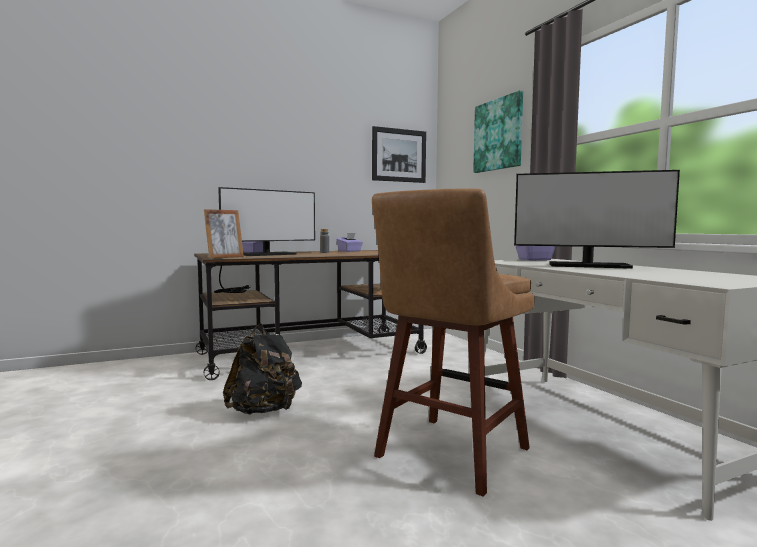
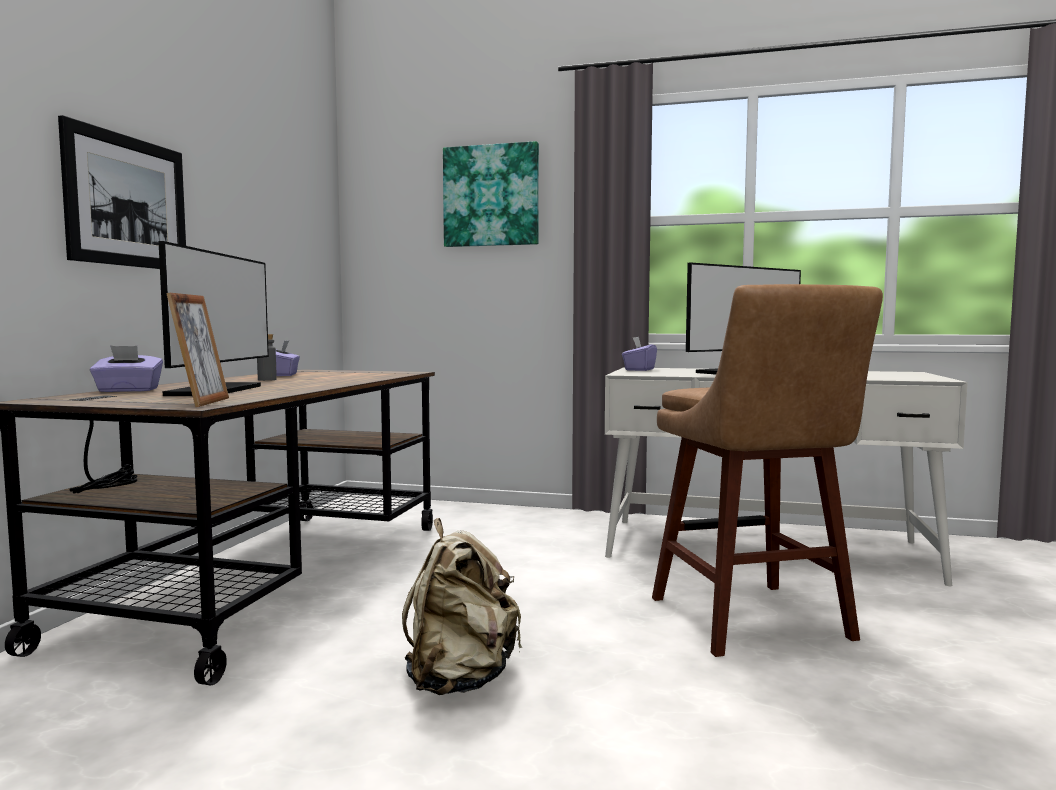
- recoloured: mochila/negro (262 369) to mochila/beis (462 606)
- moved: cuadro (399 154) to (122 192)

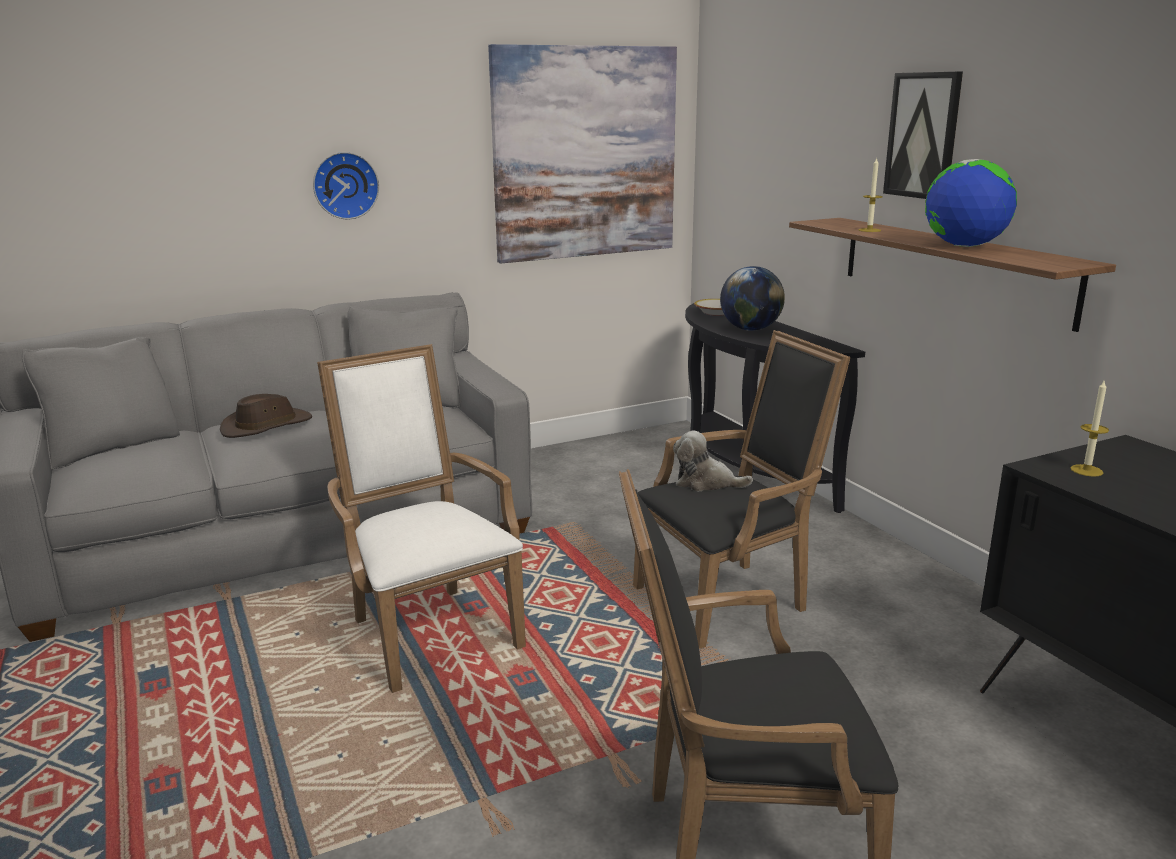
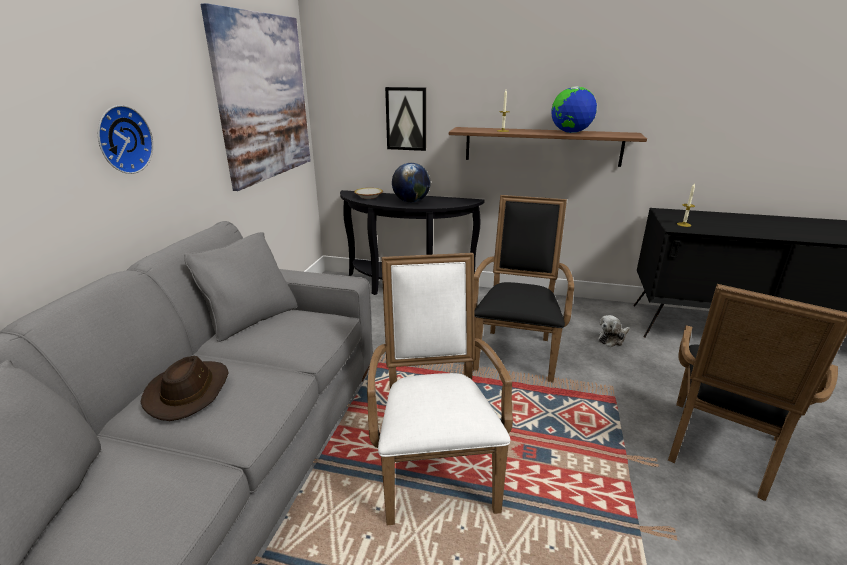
- turned: sillón/blanco (421 518) = (440 389) 75 degrees clockwise
- moved: peluche (713 460) to (614 331)
- moved: cuadro (923 135) to (405 119)

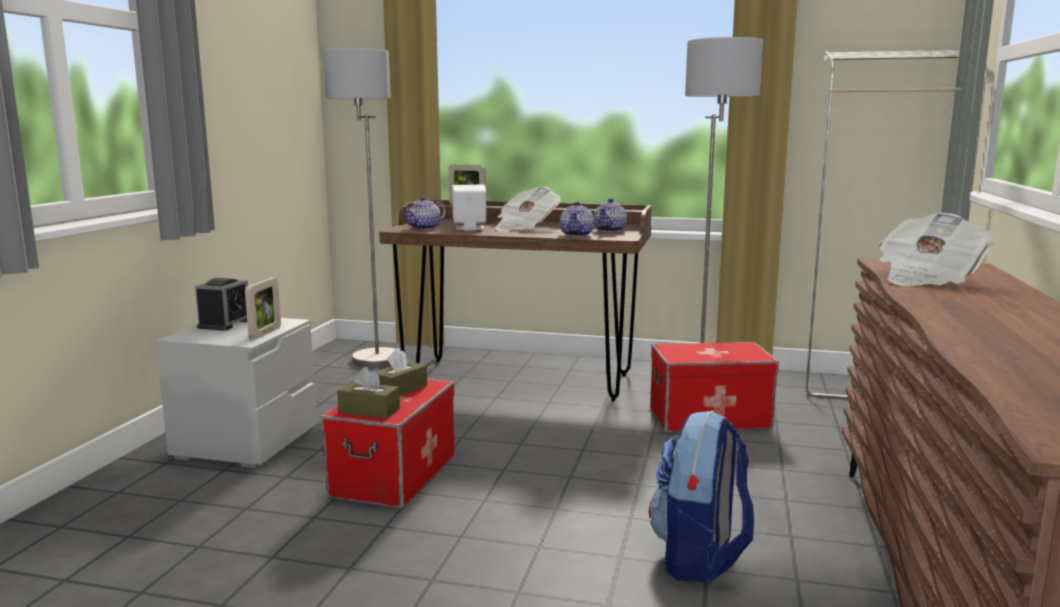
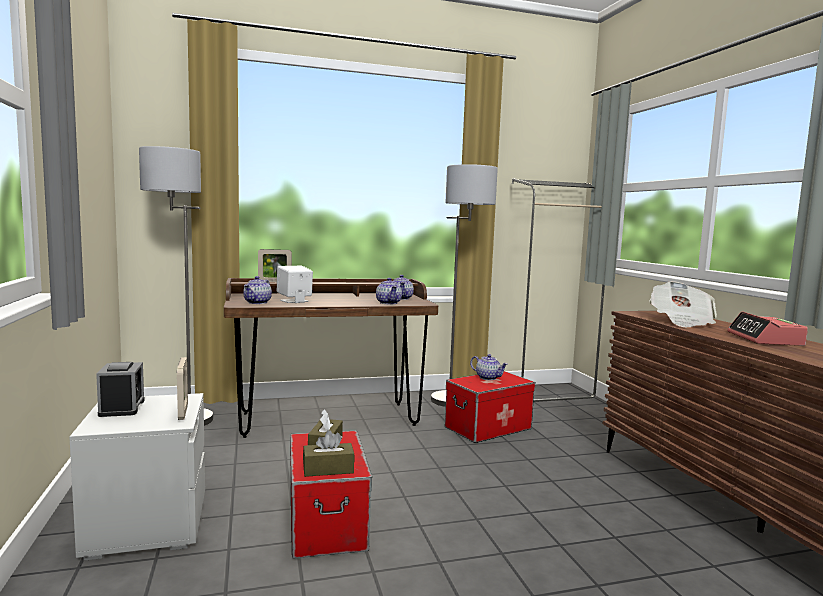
- removed: periódico (528 209)
- removed: mochila (701 496)
- added: tetera (489 367)
- added: despertador (767 328)

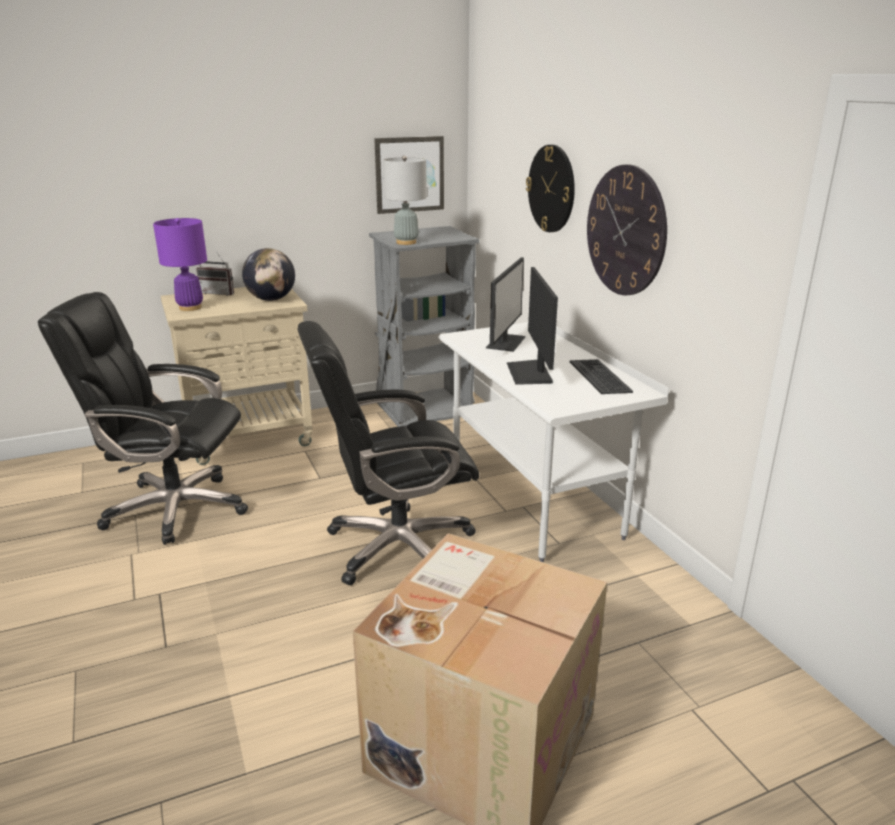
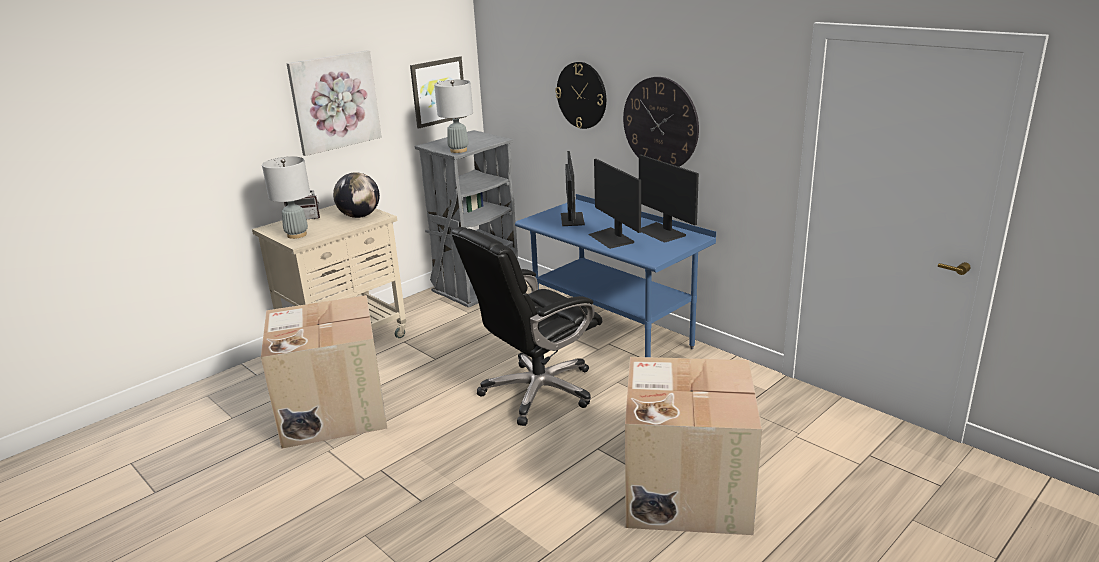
- replaced: silla de oficina/negro (143 418) to caja de cartón (324 372)
- recoloured: lámpara de mesa/morado (180 264) to lámpara de mesa/gris (286 197)
- recoloured: escritorio/blanco (553 442) to escritorio/azul (615 275)
- replaced: teclado (601 376) to monitor (669 199)
- added: cuadro (334 103)

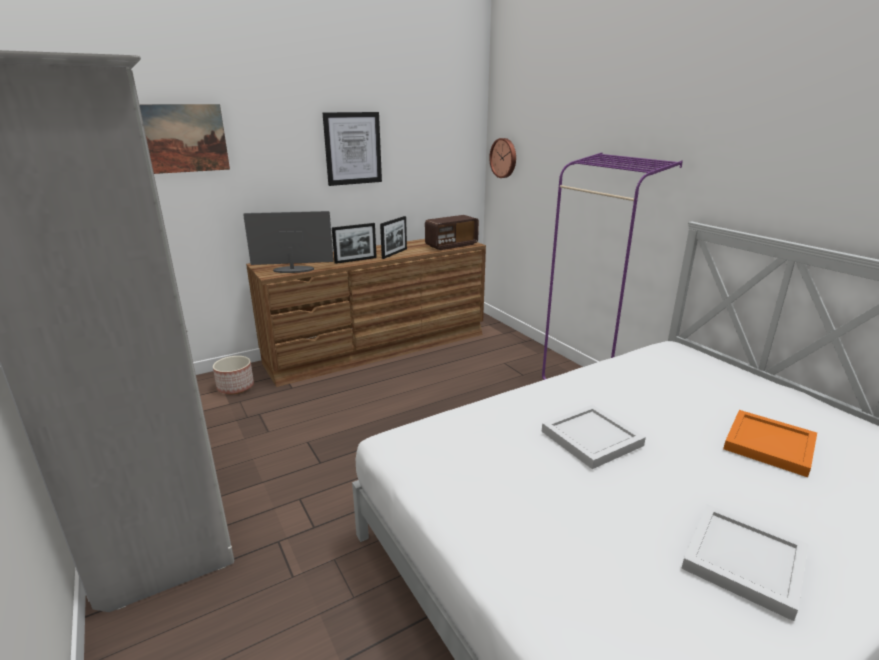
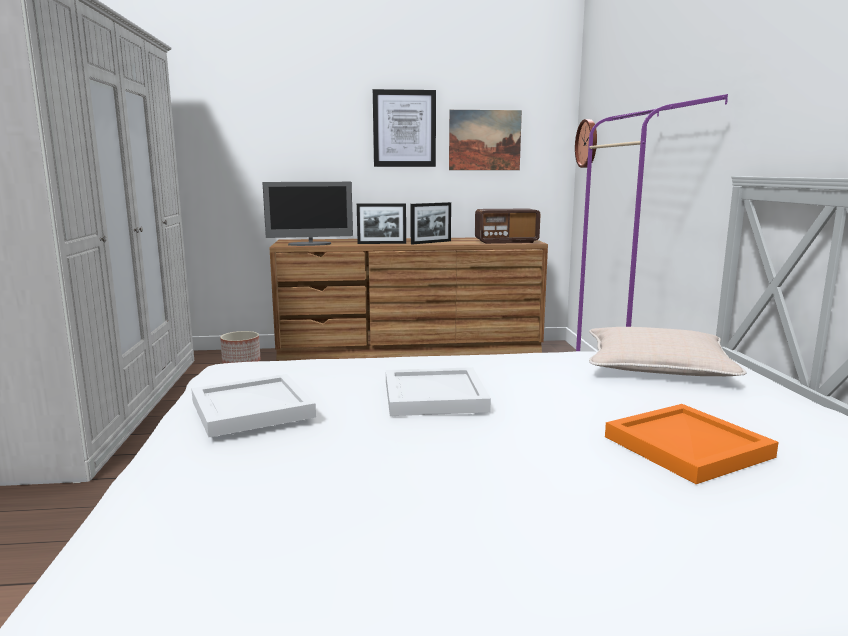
- moved: cuadro (184 139) to (485 140)
- turned: monitor (288 242) = (308 214) 150 degrees clockwise
- moved: bandeja/blanco (744 562) to (253 405)
- added: cojín/beis (668 351)

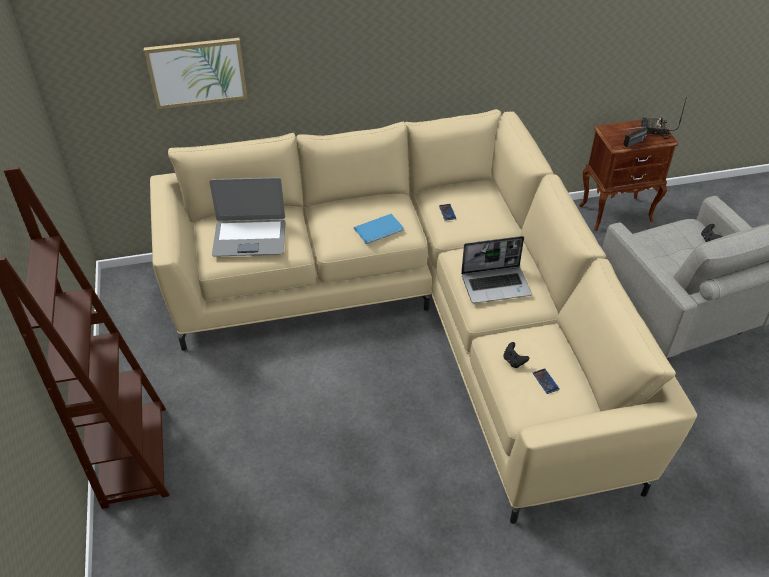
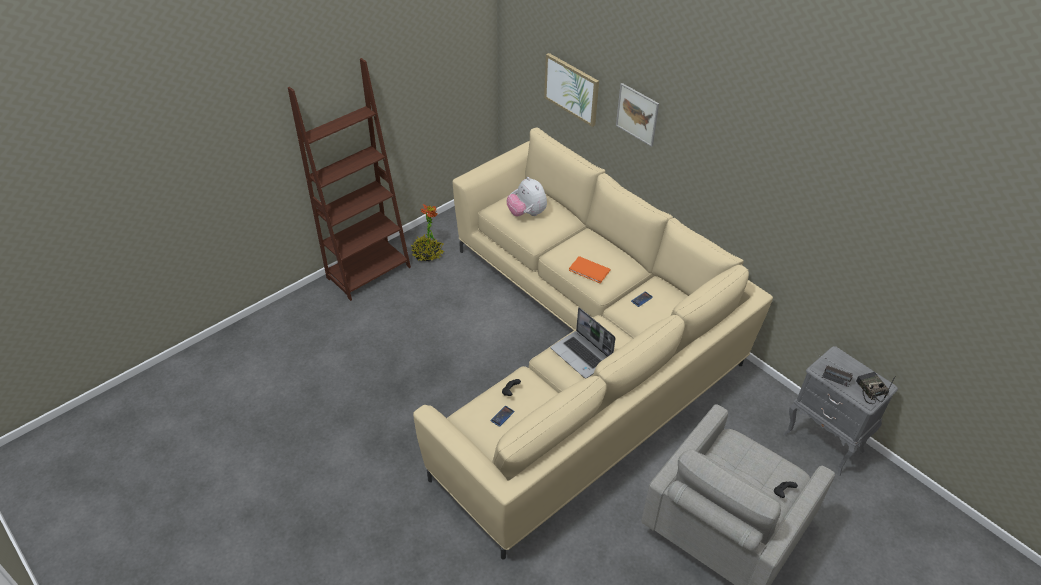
- replaced: portátil (247 217) to peluche (527 197)
- recoloured: libro/azul (379 229) to libro/naranja (590 269)
- recoloured: mesita de noche/marrón (628 174) to mesita de noche/gris (840 411)
- added: planta en maceta (428 232)
- added: cuadro (637 115)

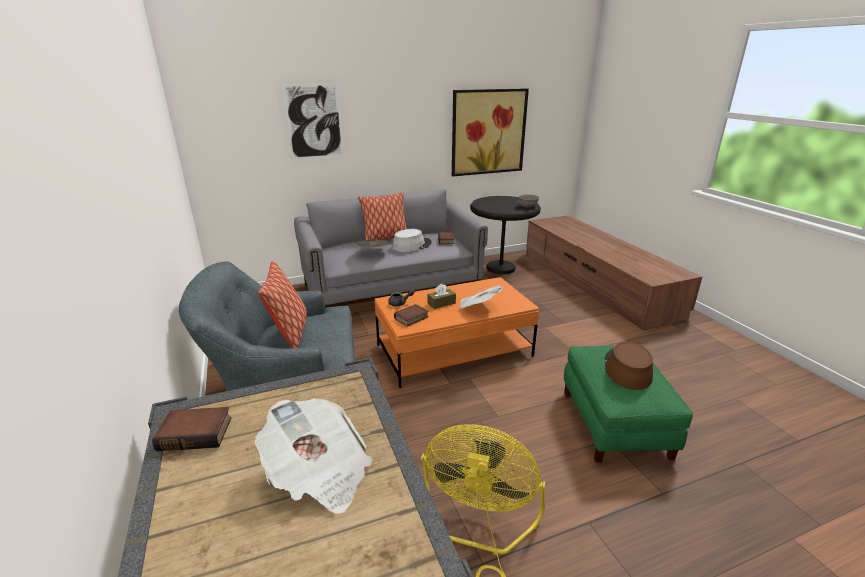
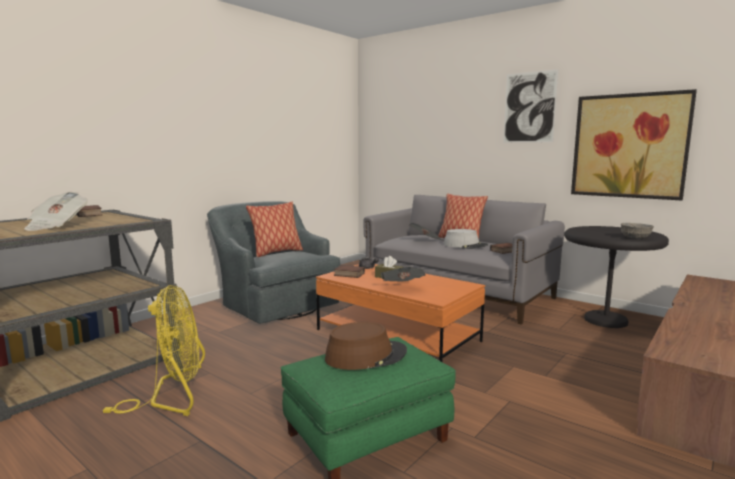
- moved: cuadro (312 121) to (530 106)

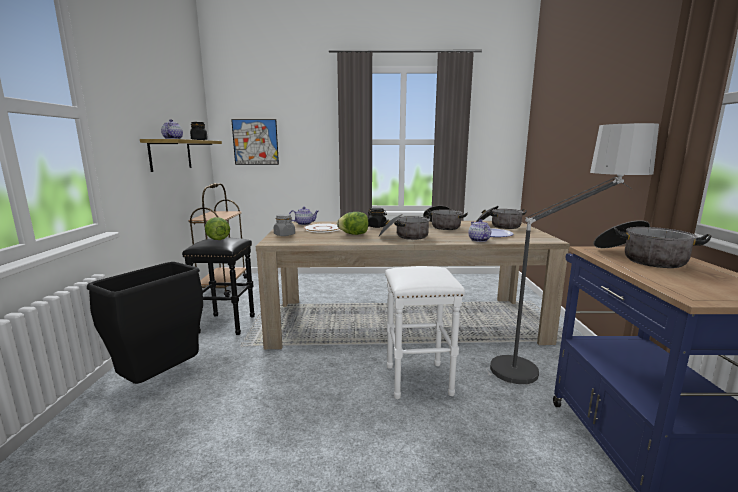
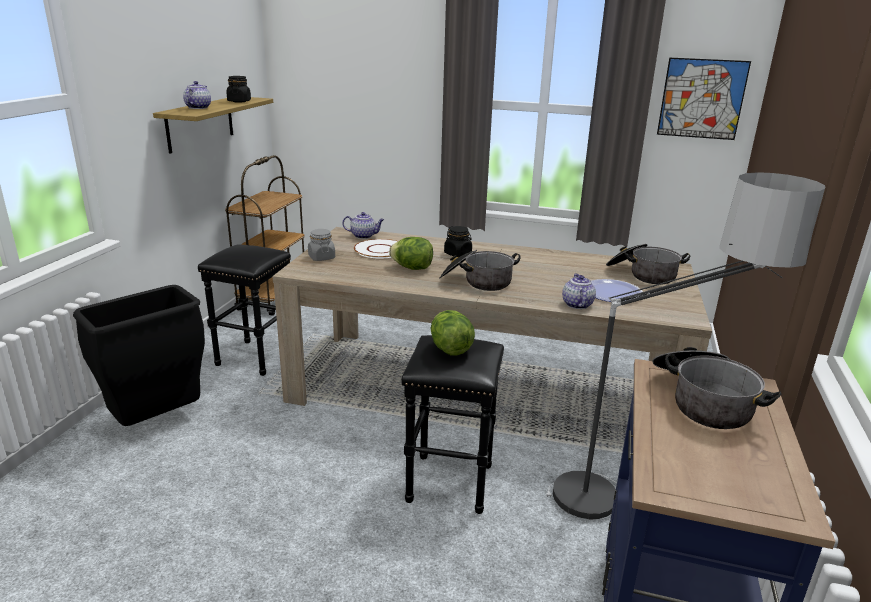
- moved: lechuga (217 228) to (452 333)
- moved: cuadro (255 142) to (704 99)
- recoloured: taburete/blanco (425 332) to taburete/negro (452 424)
- removed: olla (445 218)

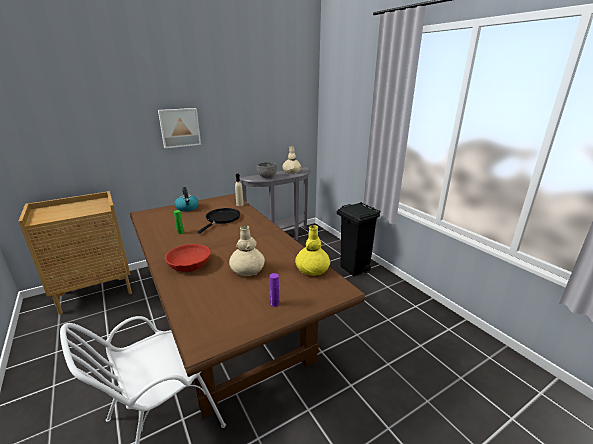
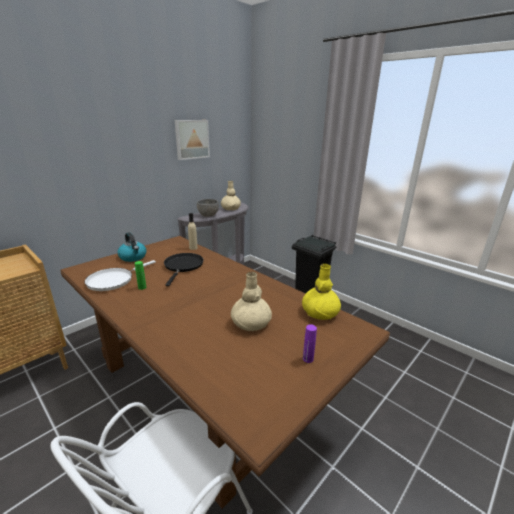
- moved: cuadro (179 128) to (192 140)
- removed: cuenco/rojo (188 258)
- added: sartén/blanco (120 275)

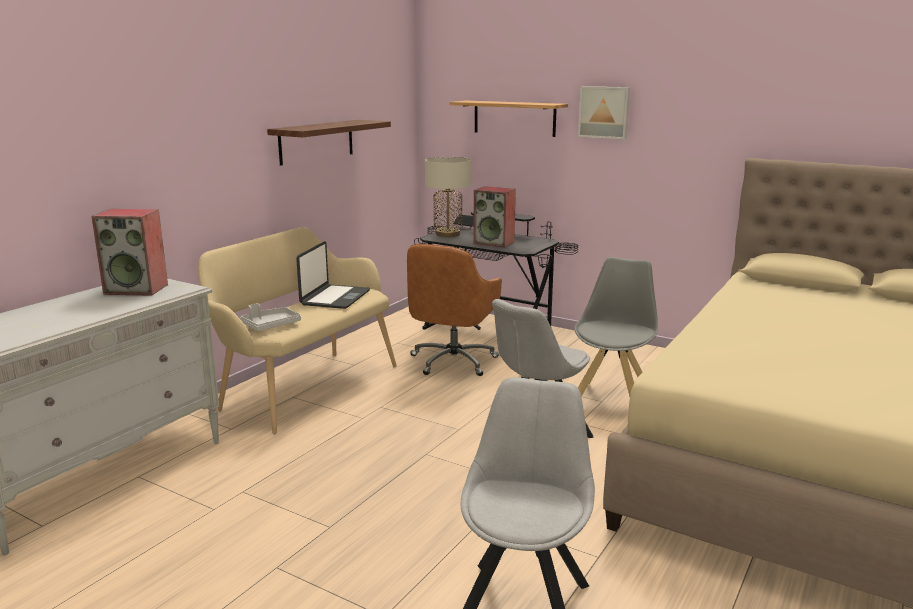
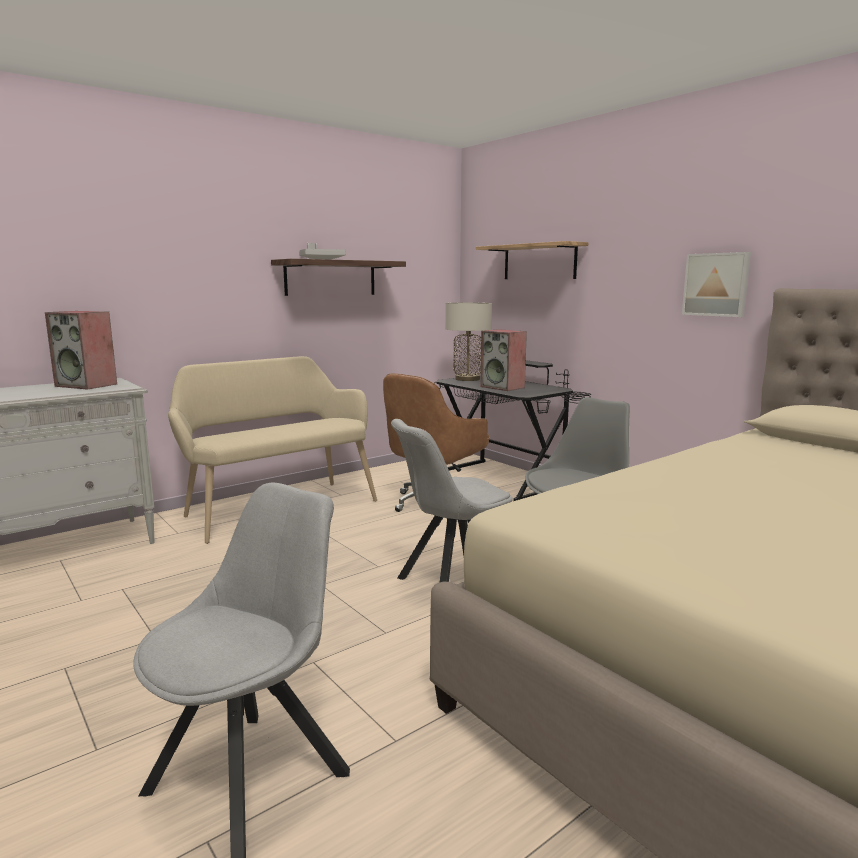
- moved: bandeja/gris (270 317) to (322 251)
- removed: portátil (333 275)
- moved: cuadro (604 112) to (716 284)

